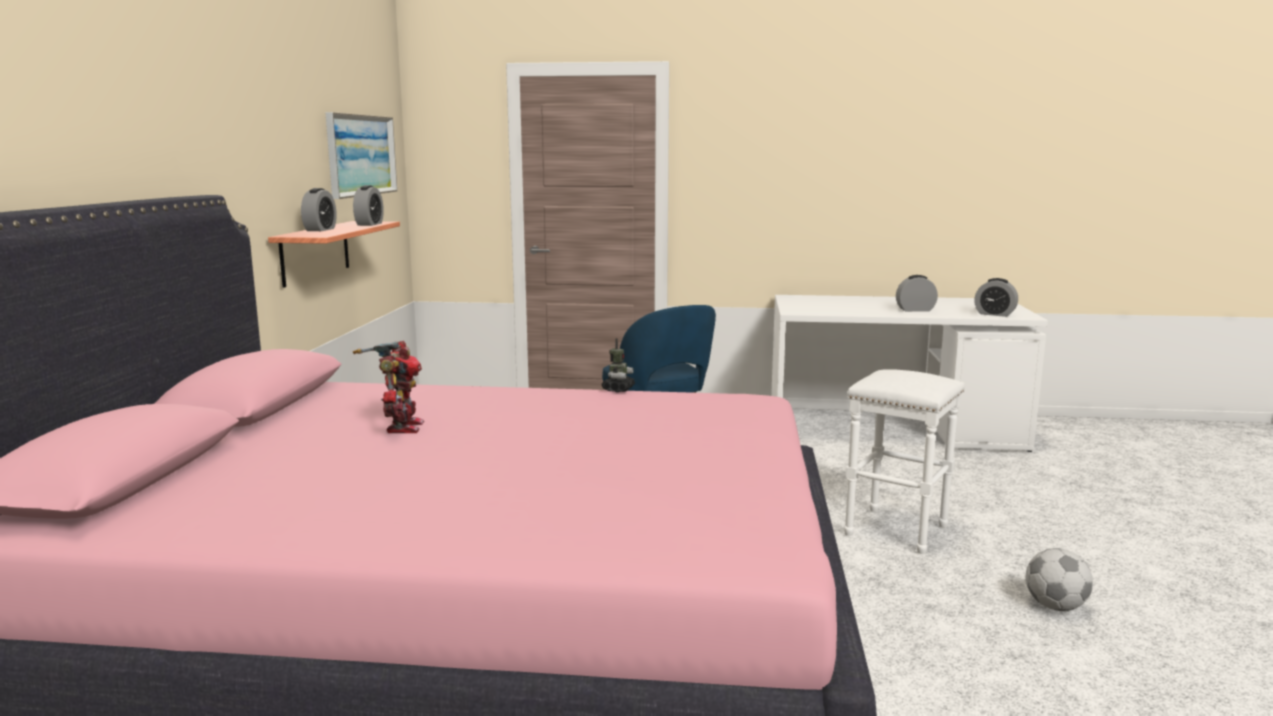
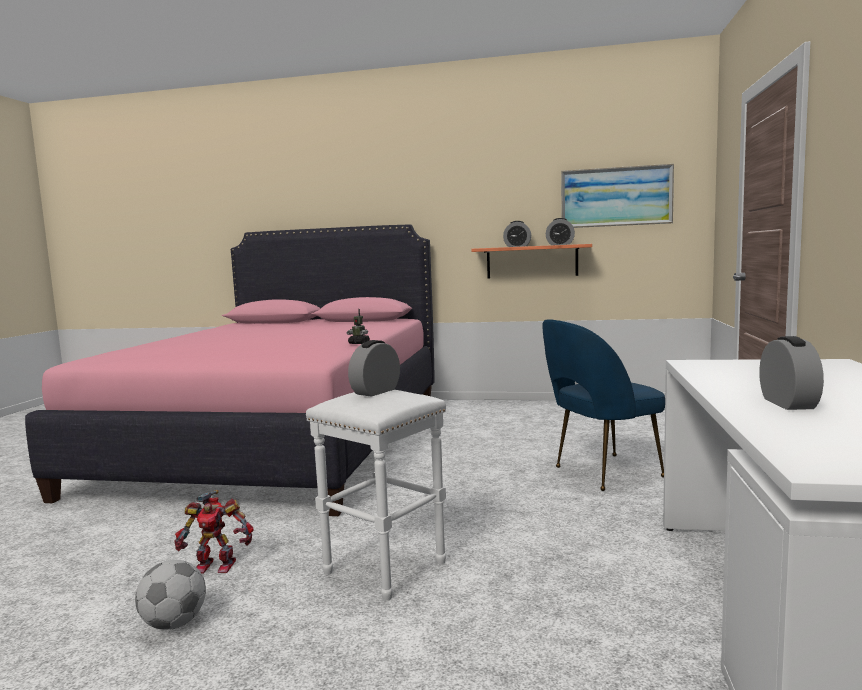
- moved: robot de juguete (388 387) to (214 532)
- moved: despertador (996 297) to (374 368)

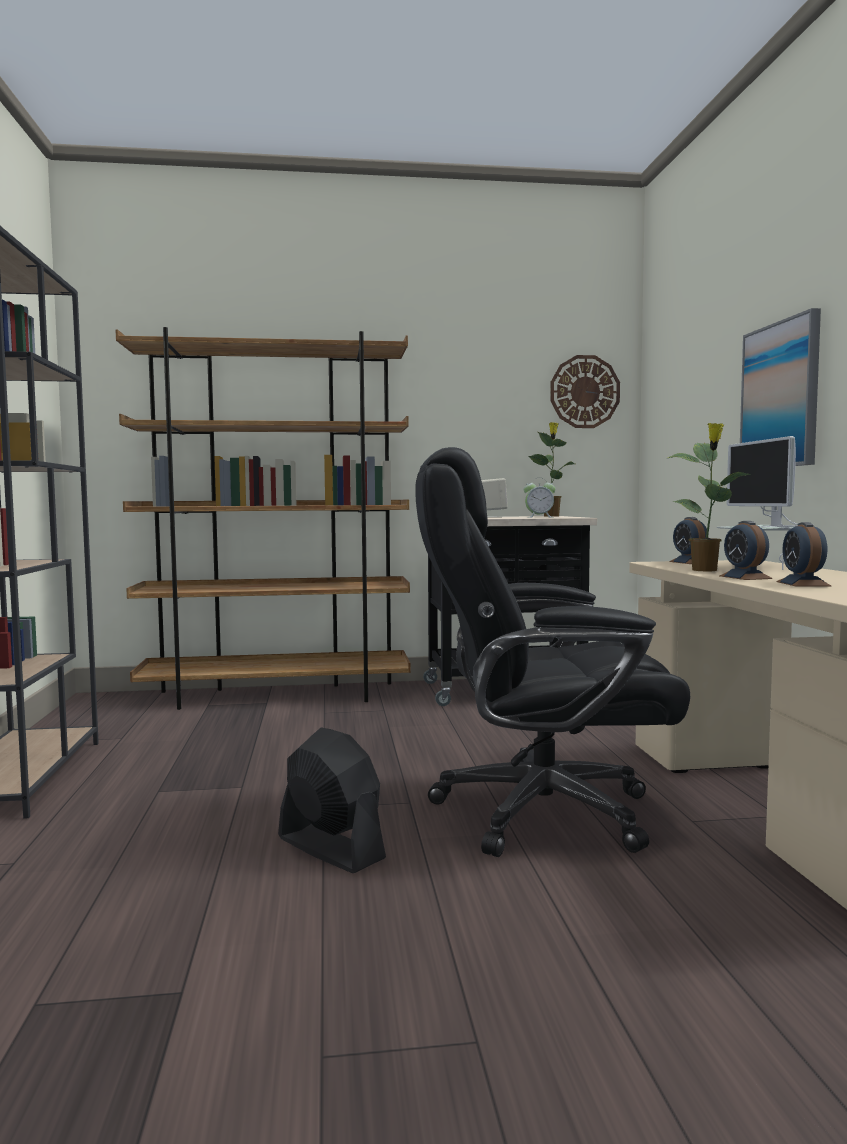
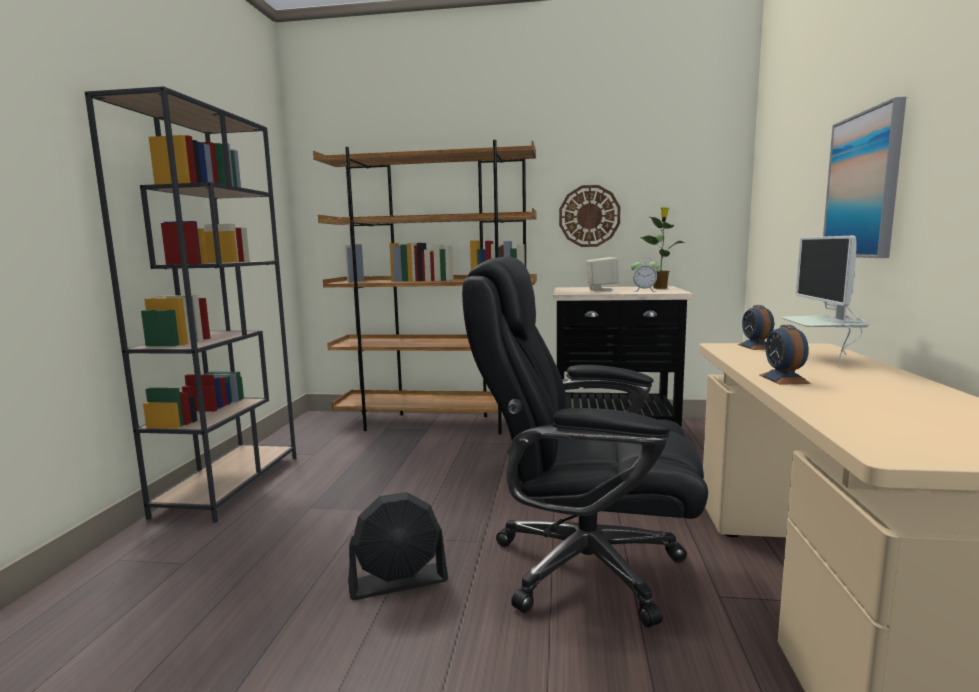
- turned: ventilador/negro (332 800) = (398 546) 105 degrees clockwise
- moved: reloj de pared (585 391) to (590 216)
- removed: planta en maceta (709 497)
- removed: despertador (803 554)

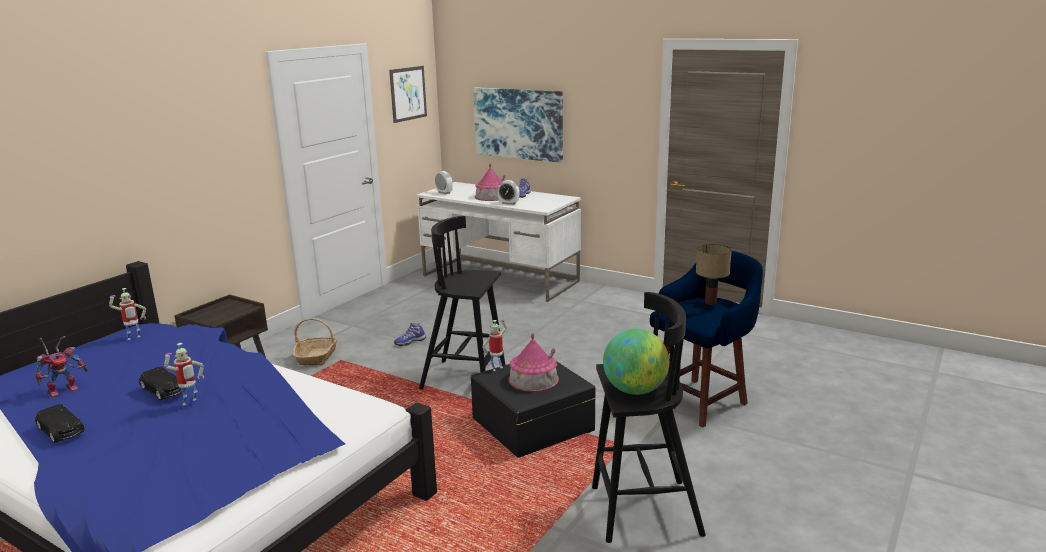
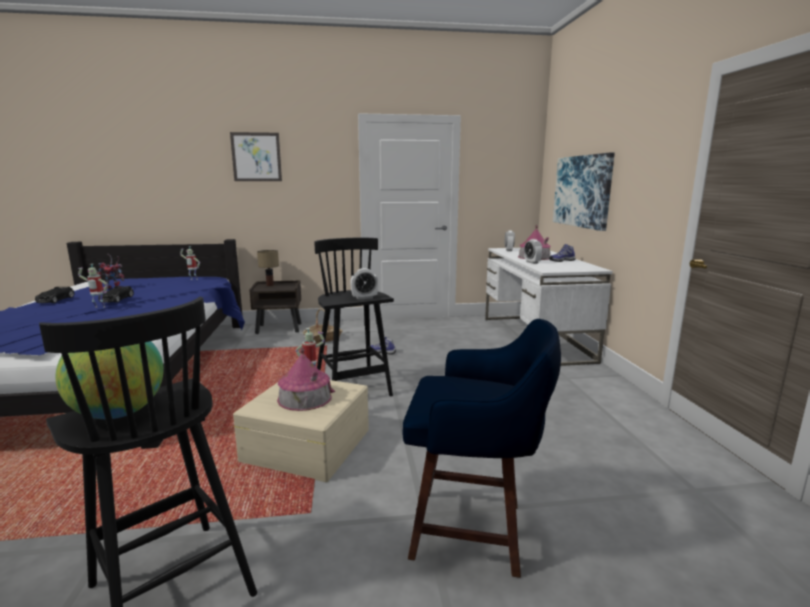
- moved: cuadro (408 94) to (256 156)
- recoloured: caja de almacenaje/negro (533 409) to caja de almacenaje/beis (301 431)
- moved: lámpara de mesa (714 274) to (268 268)
- added: despertador (364 283)

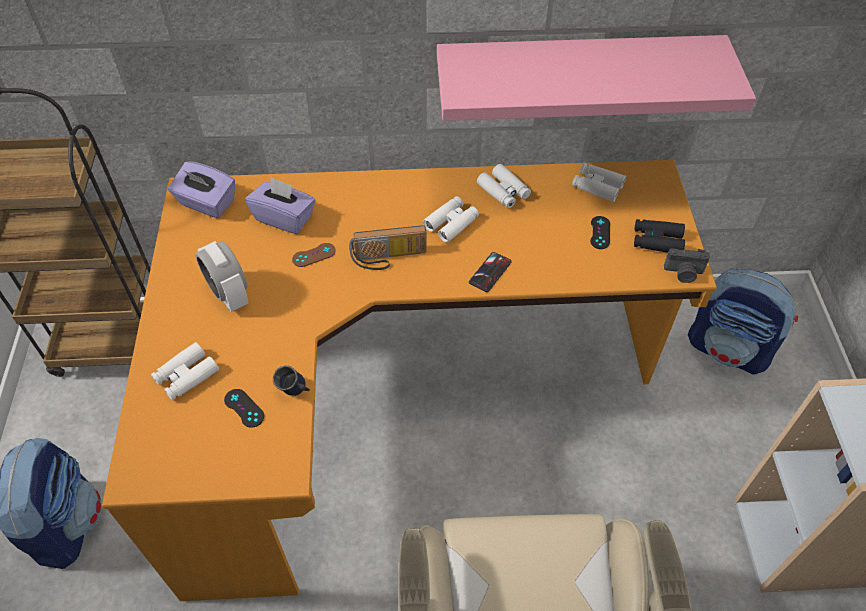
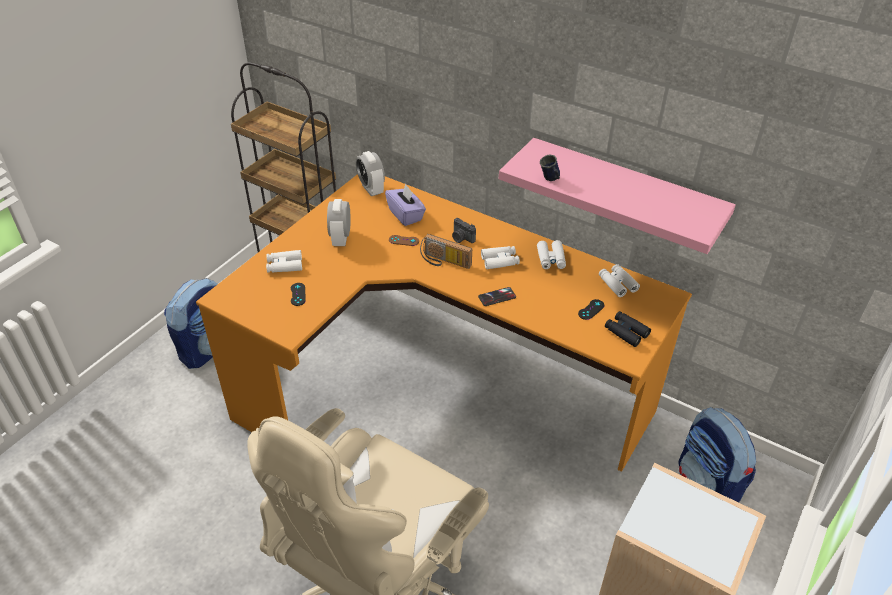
- replaced: caja de pañuelos/morado (201 189) to despertador (370 173)
- moved: taza grande/azul (291 380) to (550 168)
- moved: cámara (687 265) to (464 230)

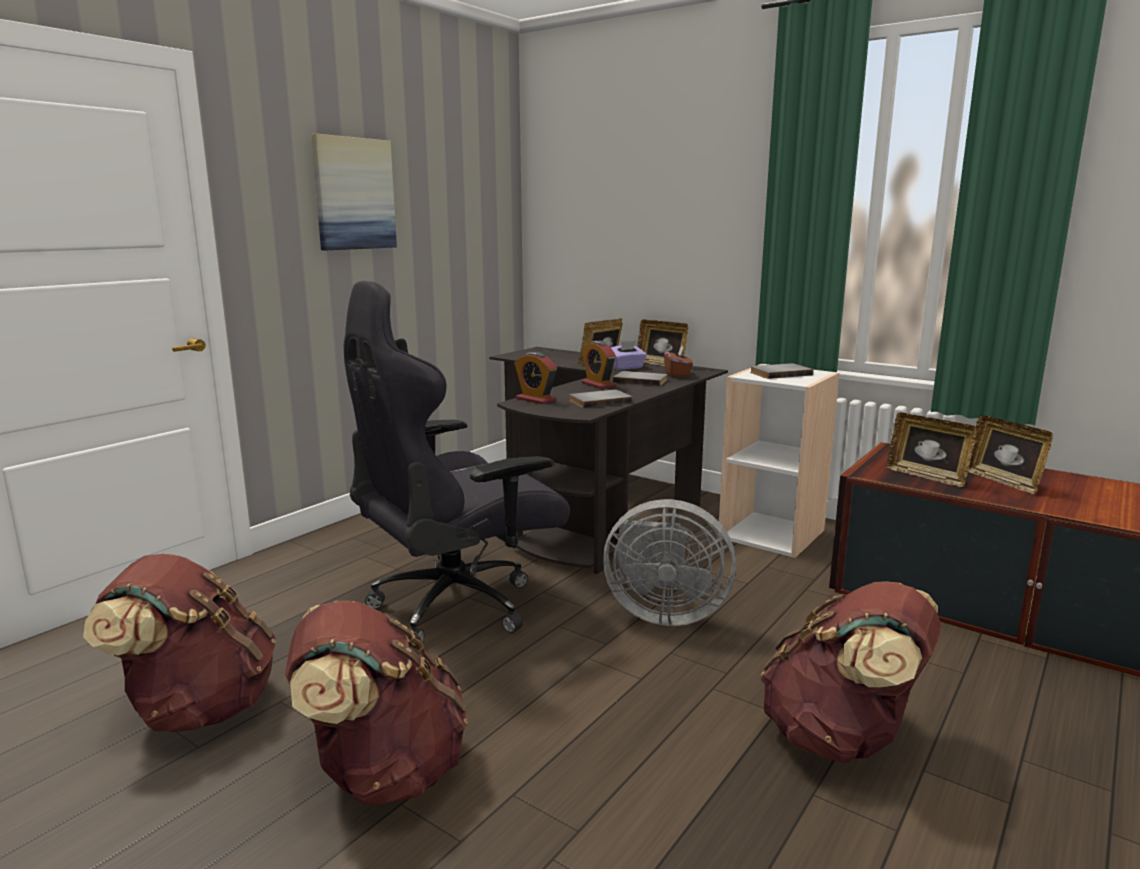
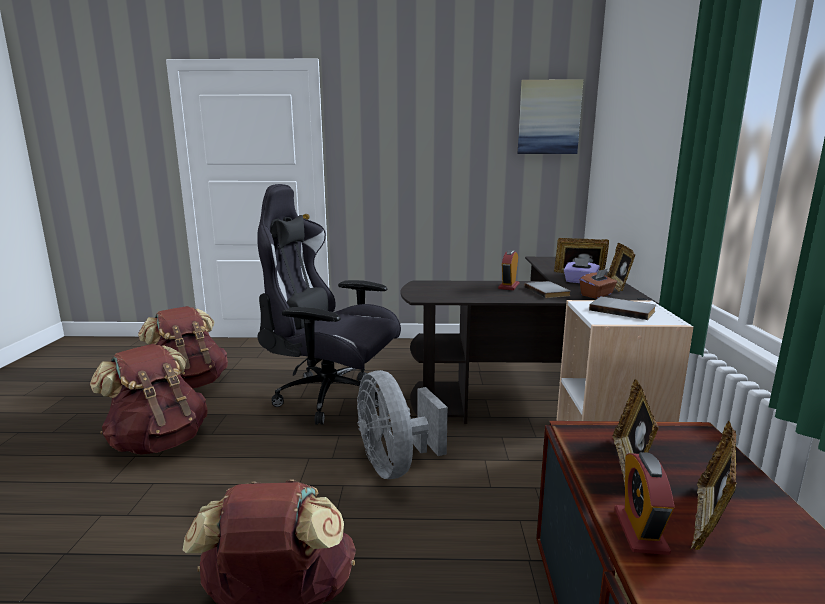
- moved: cuadro (354 192) to (550 117)
- moved: despertador (536 378) to (644 503)
- removed: libro/gris (601 399)

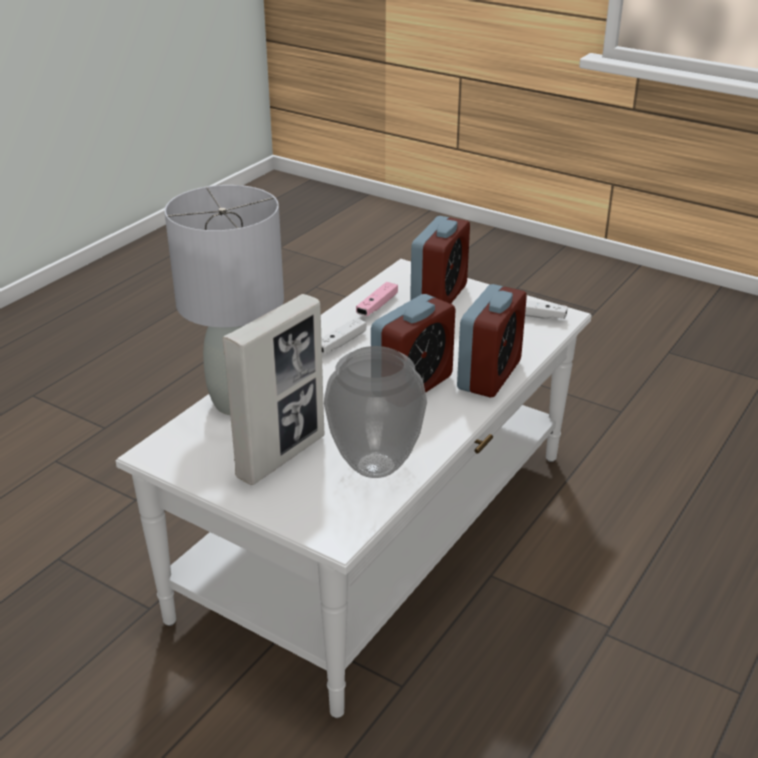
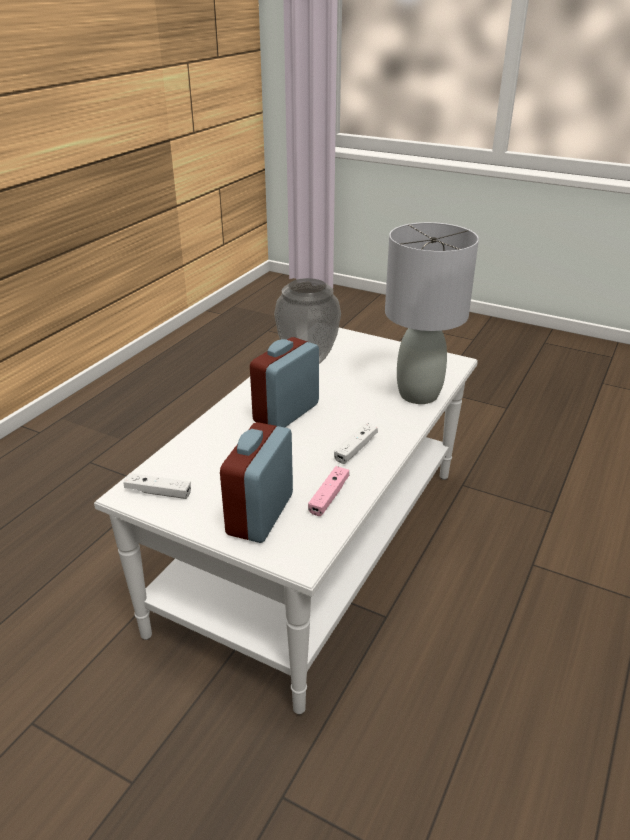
- removed: portarretratos (273 389)
- removed: despertador (492 341)

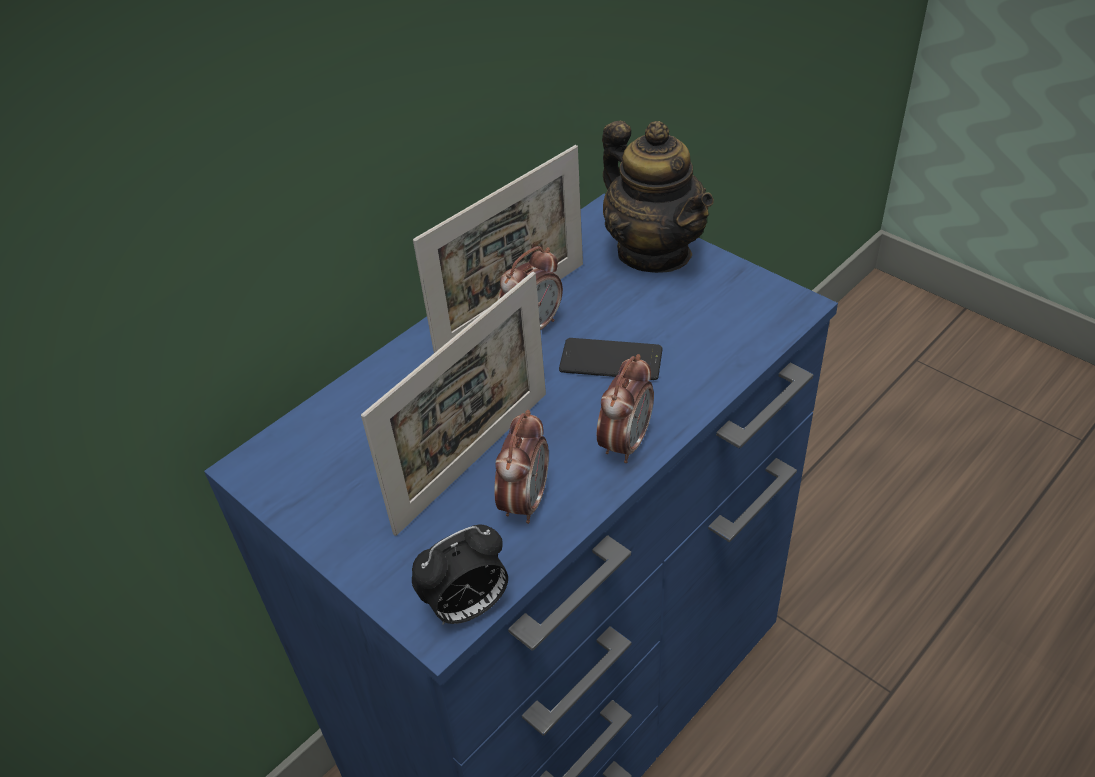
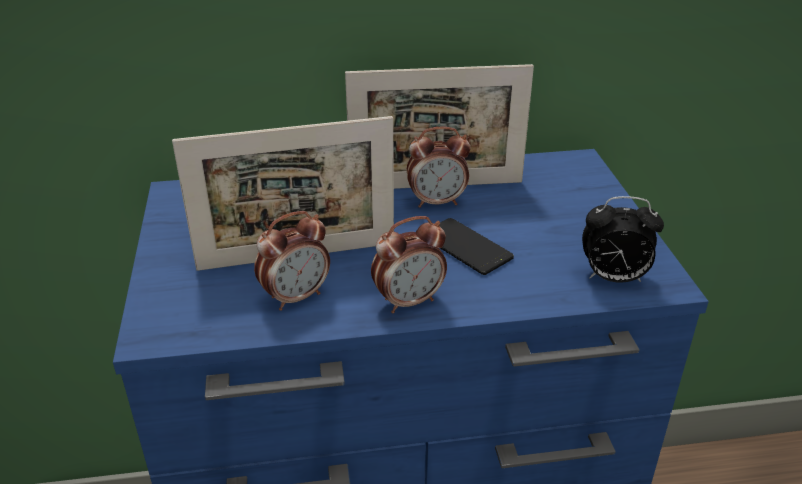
- moved: despertador (460 574) to (623 239)
- removed: tetera (658 196)

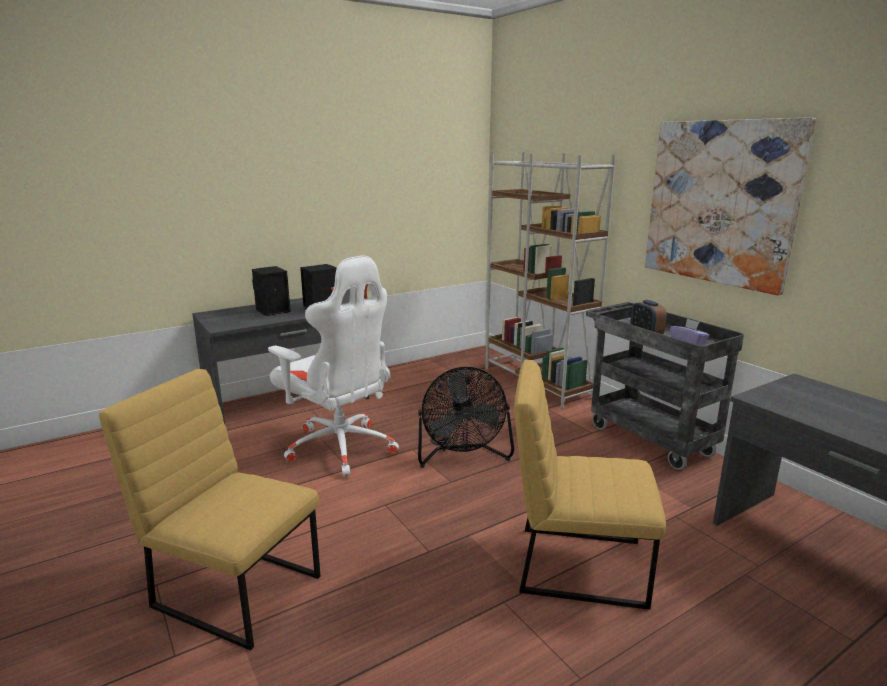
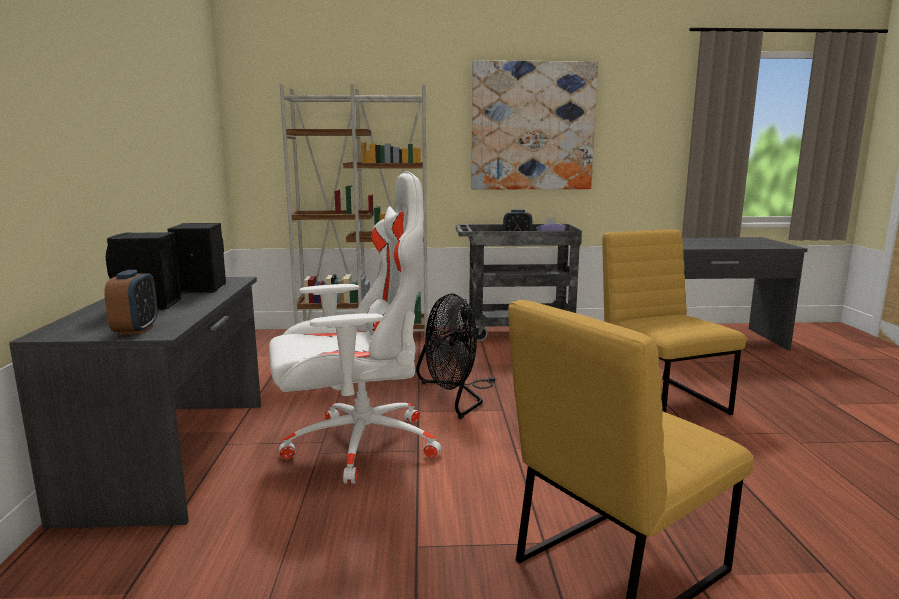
- turned: ventilador/negro (466 417) = (456 356) 135 degrees clockwise
- turned: silla/amarillo (590 485) = (674 322) 120 degrees clockwise
- added: despertador (131 302)

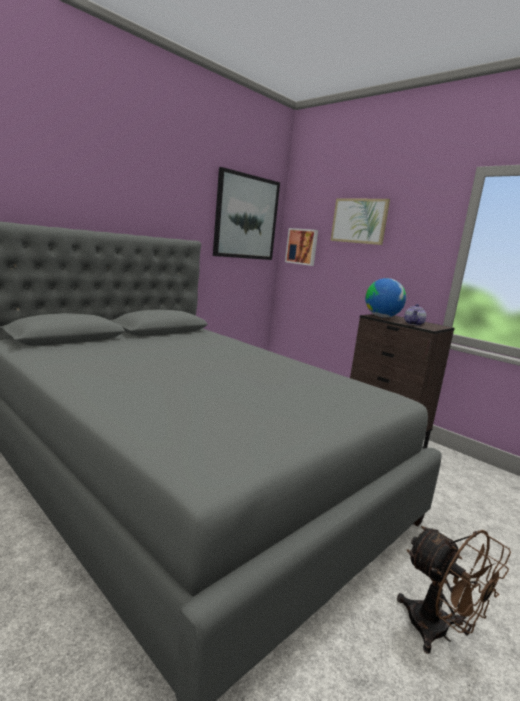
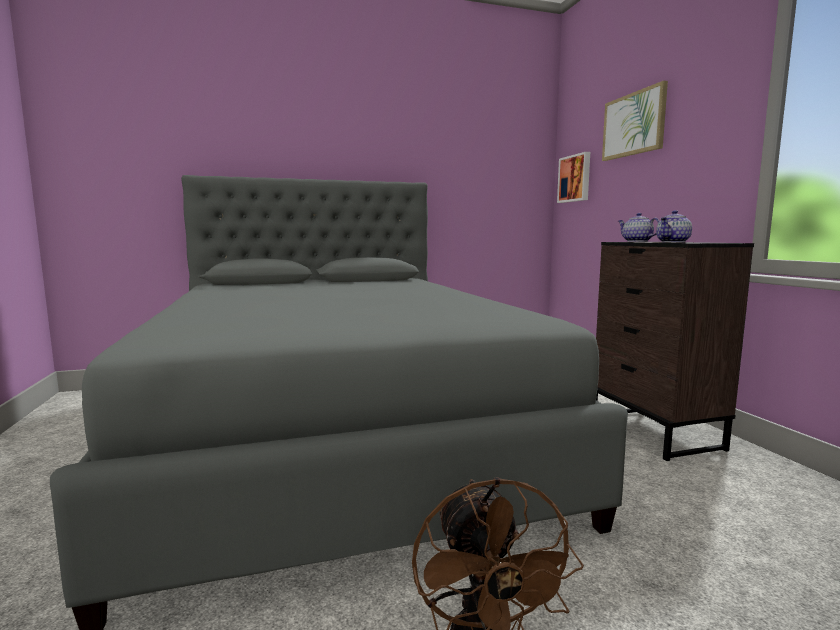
- removed: cuadro (246 213)
- replaced: globo terráqueo (385 298) to tetera (639 227)

